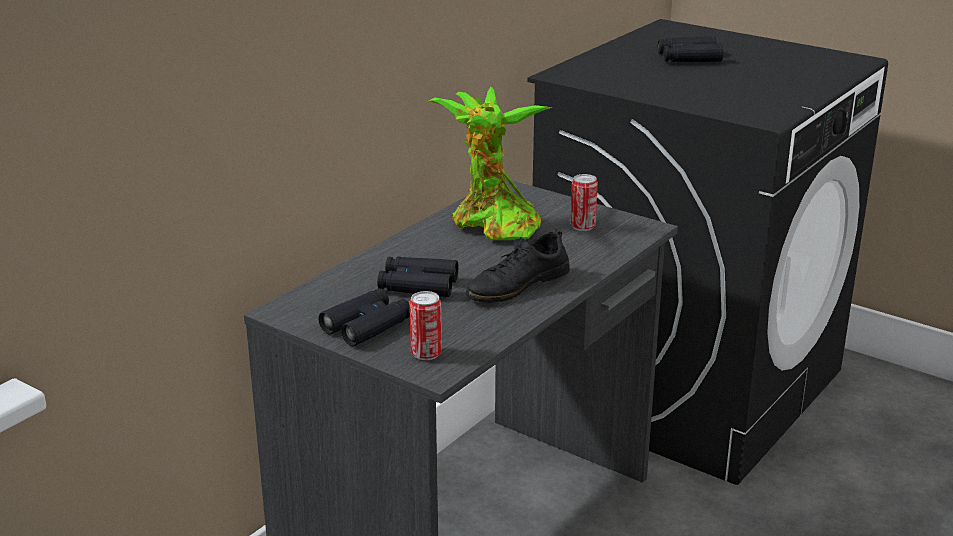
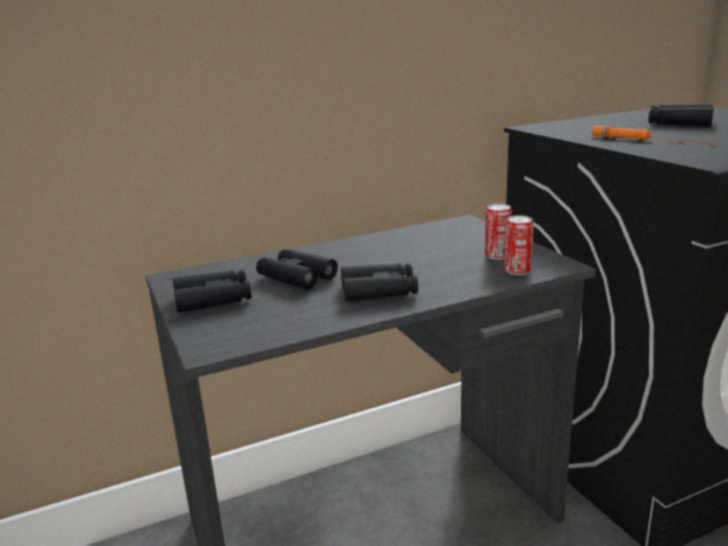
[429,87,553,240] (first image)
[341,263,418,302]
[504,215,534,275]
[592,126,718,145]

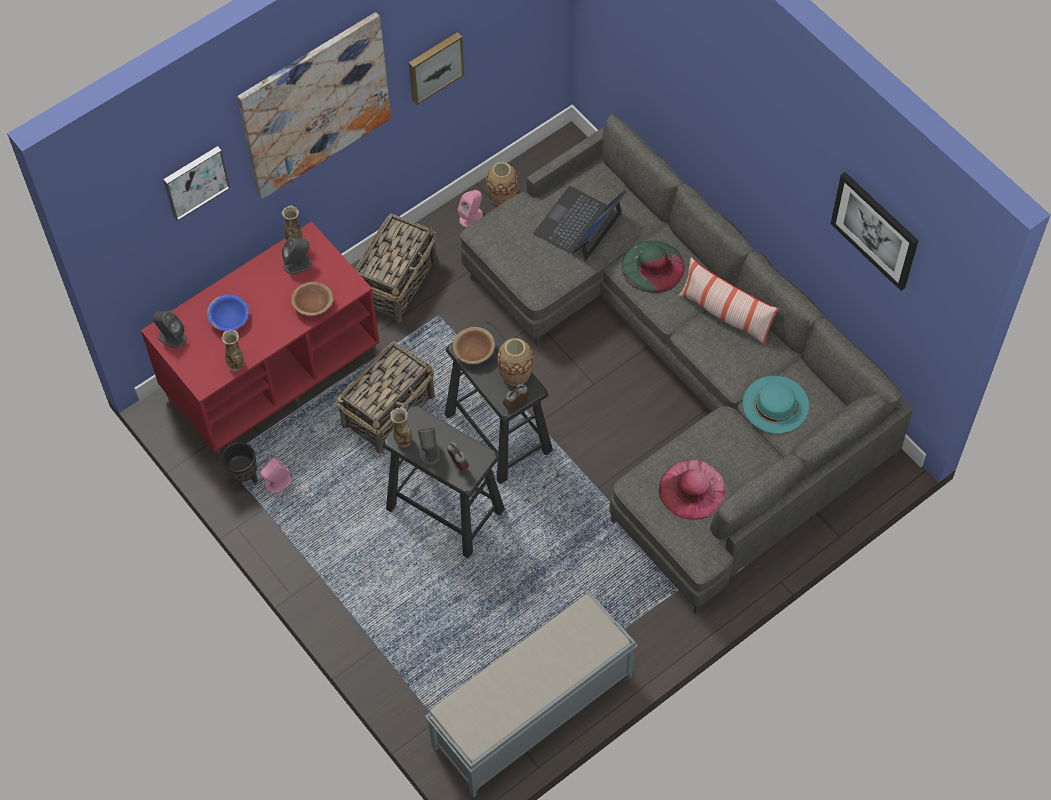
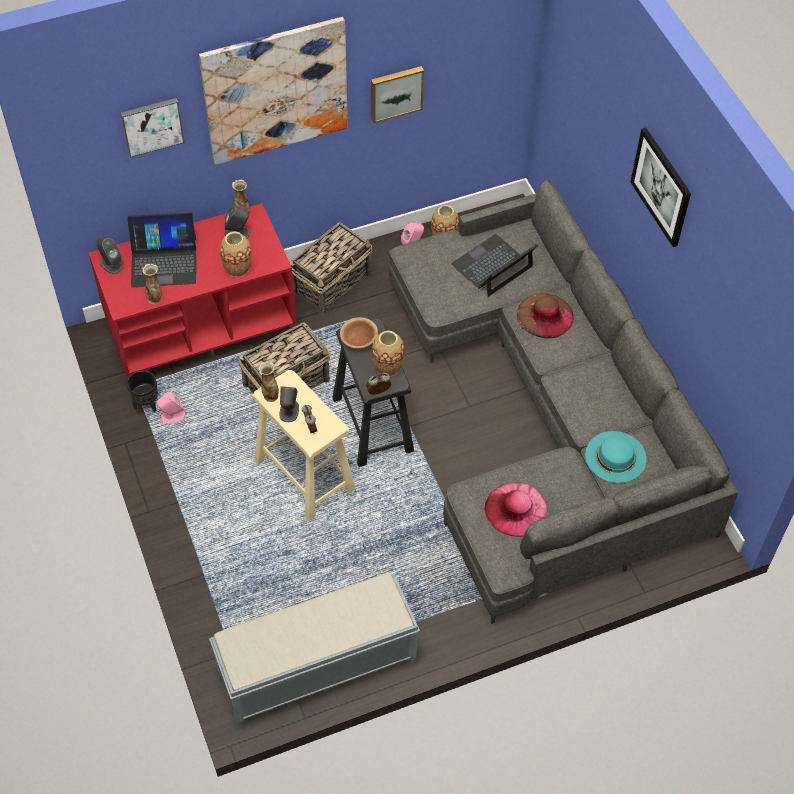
[630,128,691,247]
[517,293,574,339]
[679,257,779,346] (first image)
[220,231,252,277]
[127,213,197,287]
[252,370,355,521]

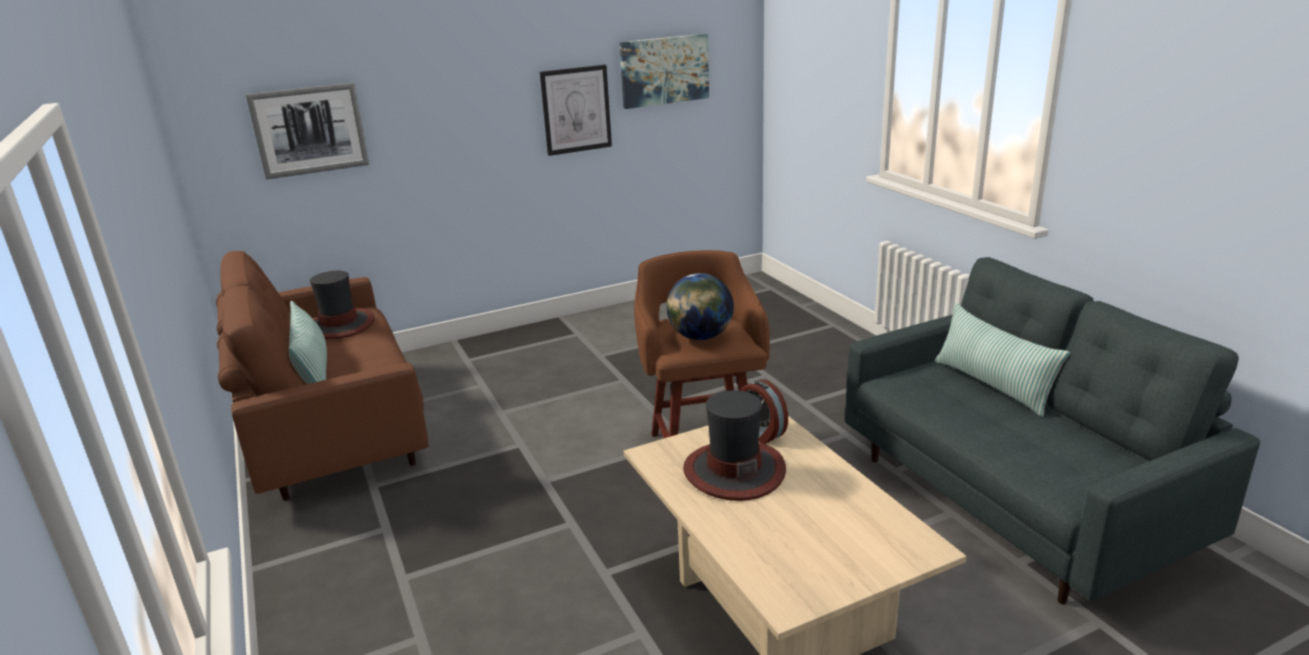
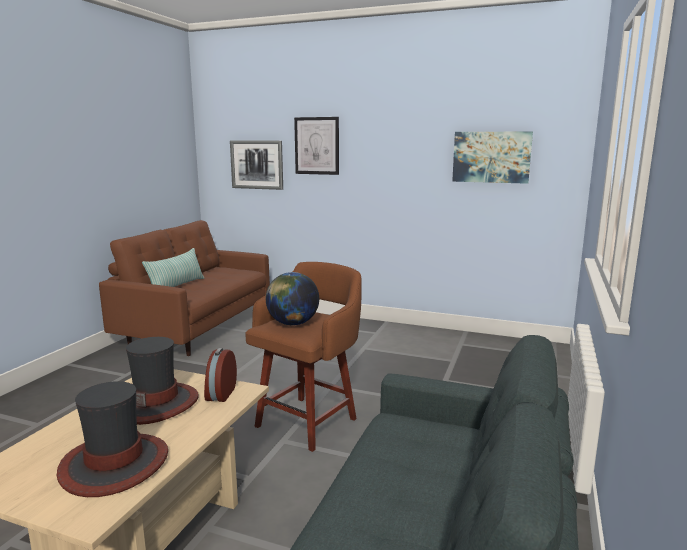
[294,117,339,175]
[57,381,168,497]
[935,303,1070,417] (first image)

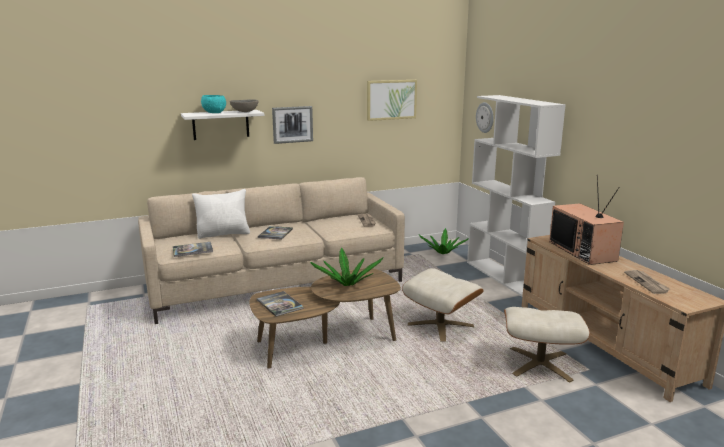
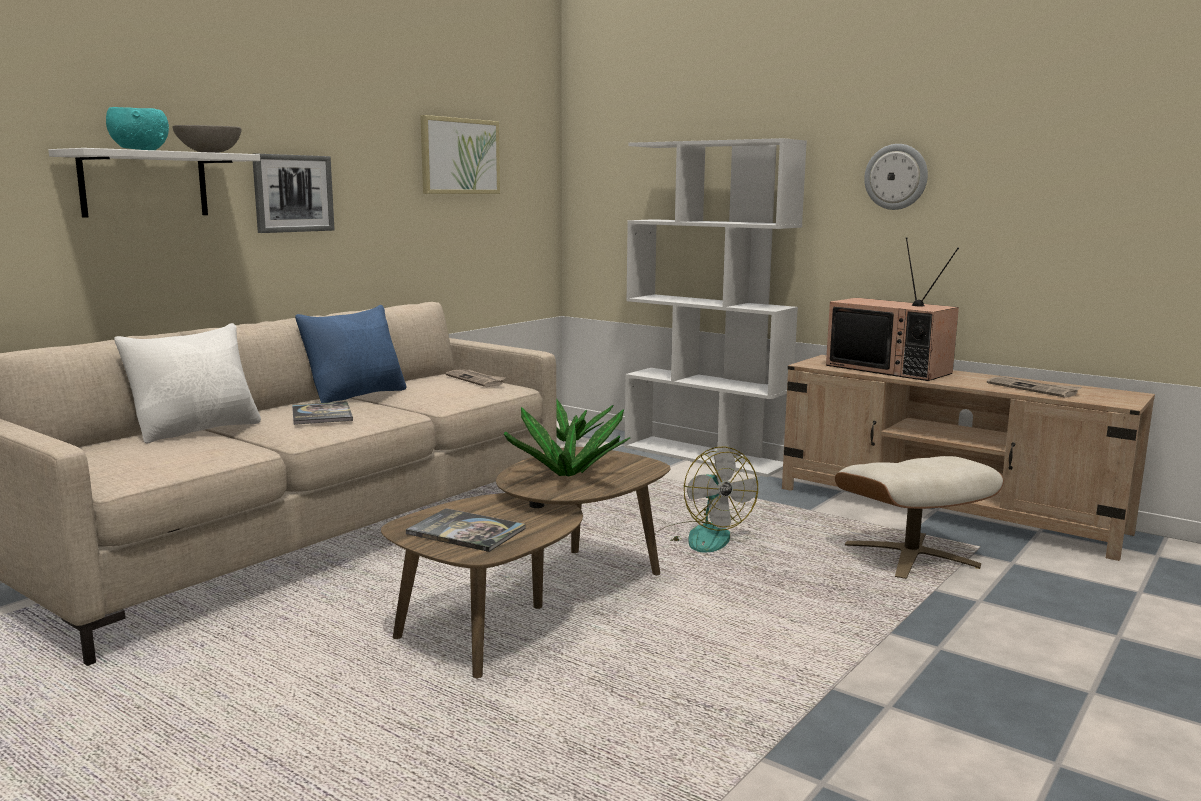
[864,144,928,210]
[173,242,213,257] (first image)
[656,446,758,553]
[295,305,406,403]

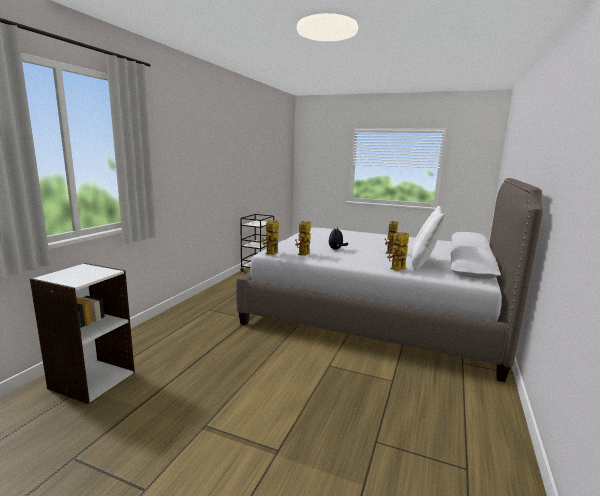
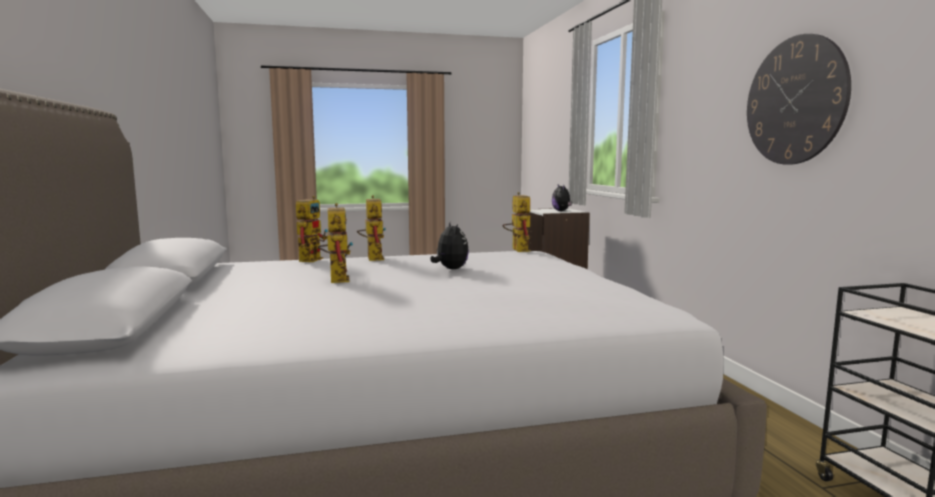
[411,206,446,271] (first image)
[357,195,386,261]
[747,34,851,165]
[552,185,572,211]

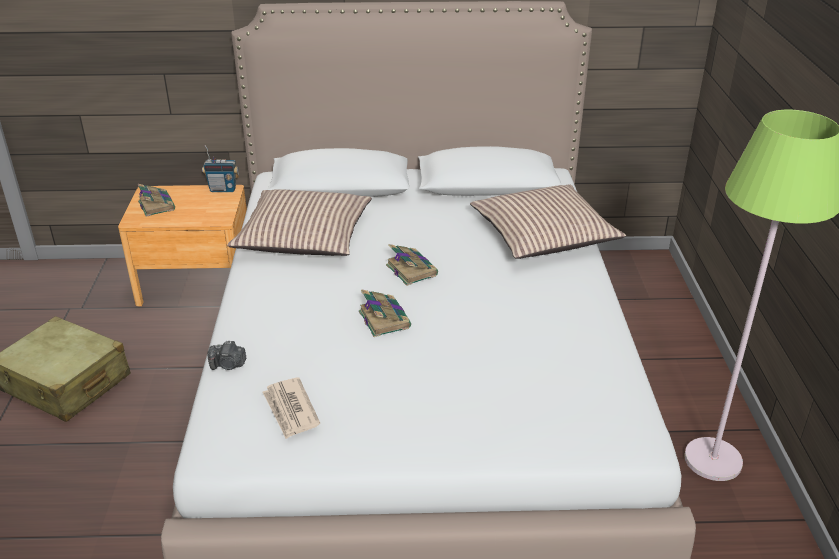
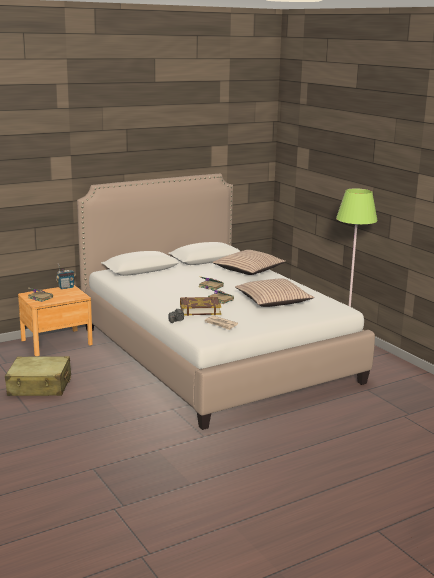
[235,278,314,307]
[180,297,221,316]

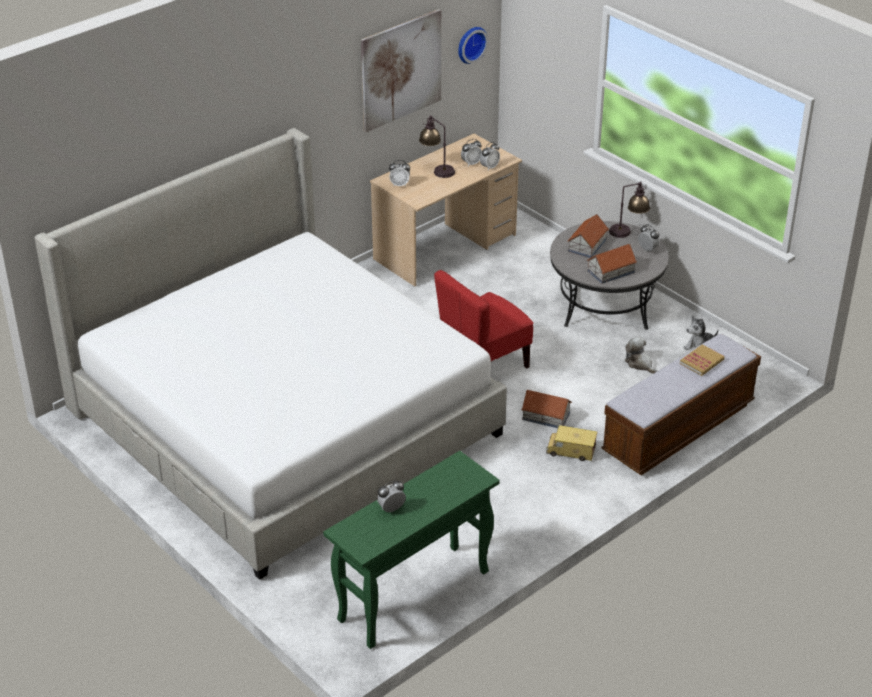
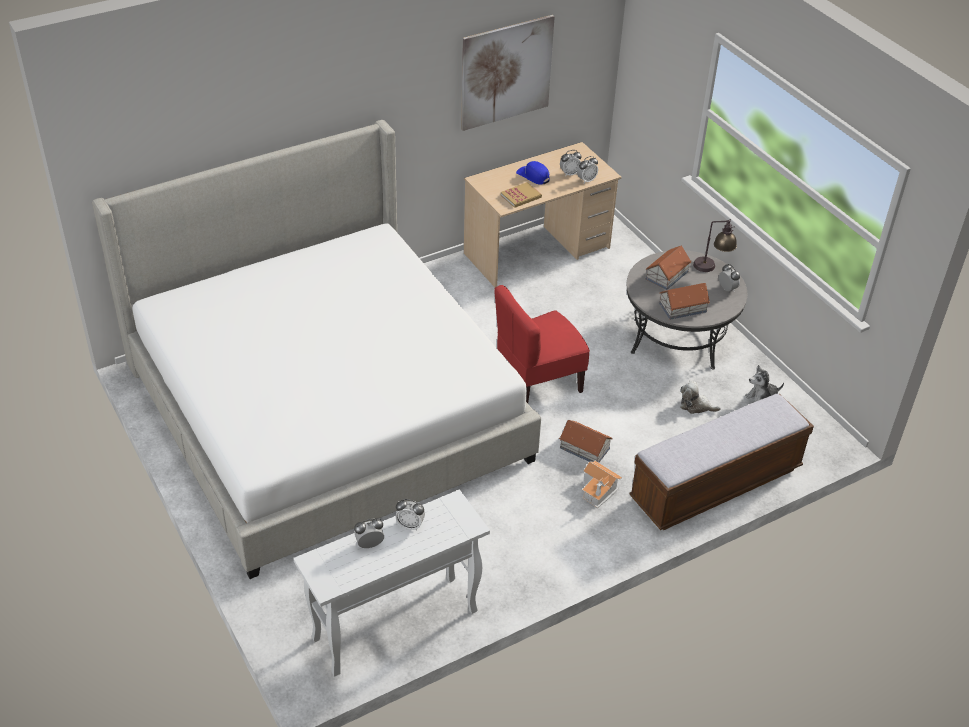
[458,27,488,64] (first image)
[516,161,550,184]
[396,499,425,531]
[680,381,721,414]
[501,182,542,208]
[581,461,622,508]
[293,489,490,677]

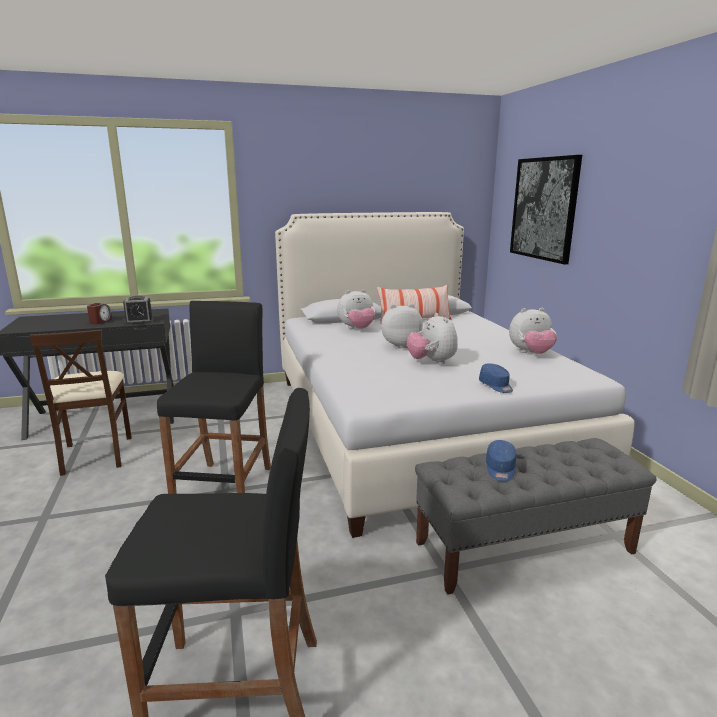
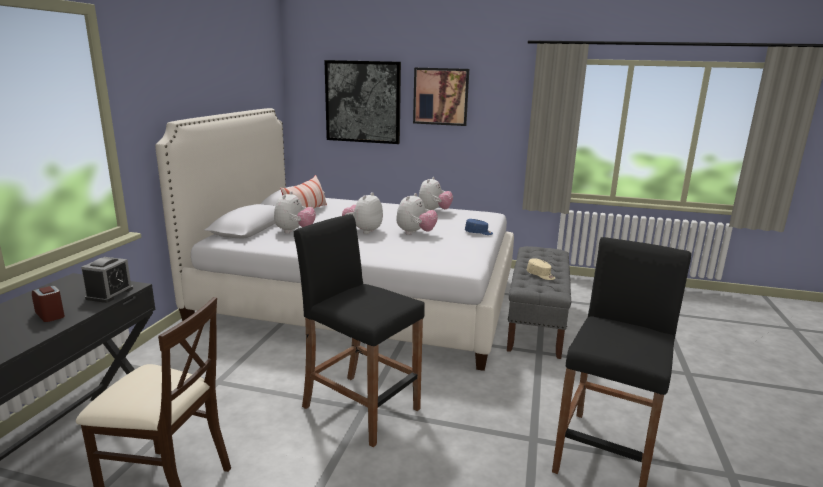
[396,193,438,235]
[527,258,555,280]
[413,68,469,126]

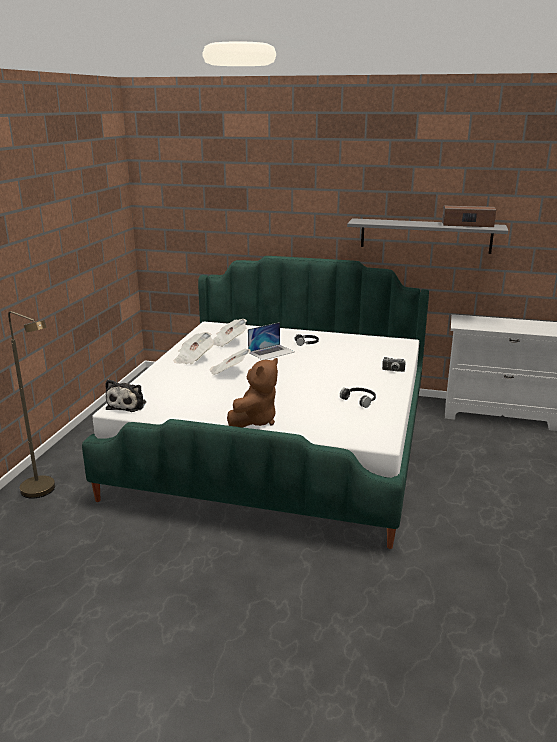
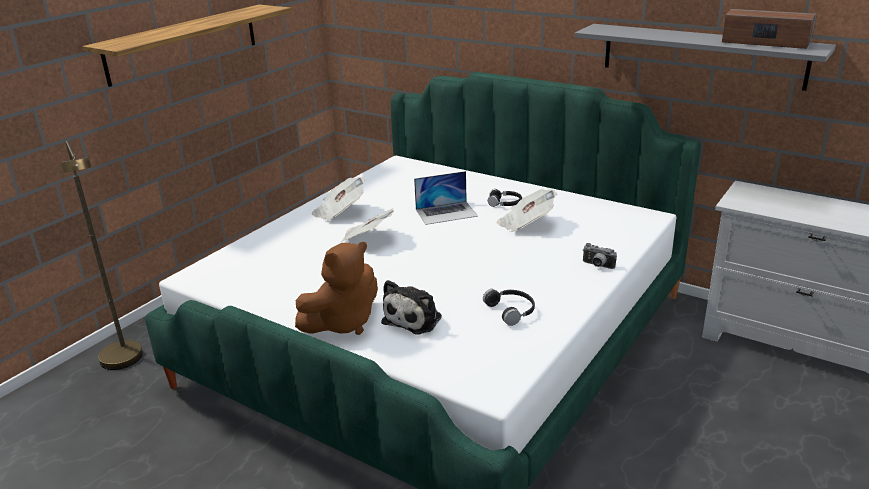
[497,189,557,232]
[381,280,442,335]
[83,5,292,87]

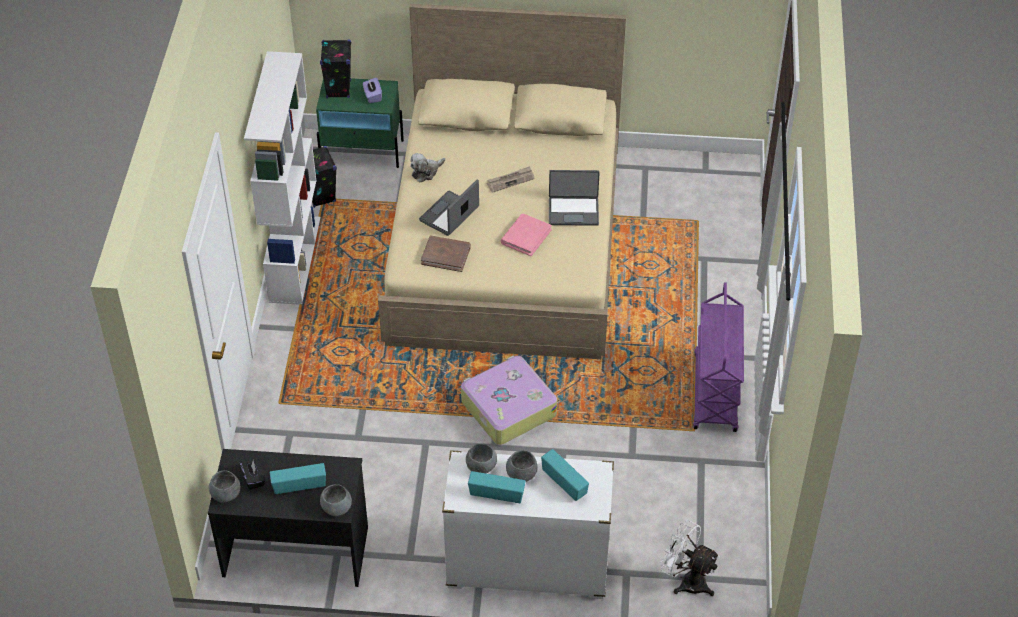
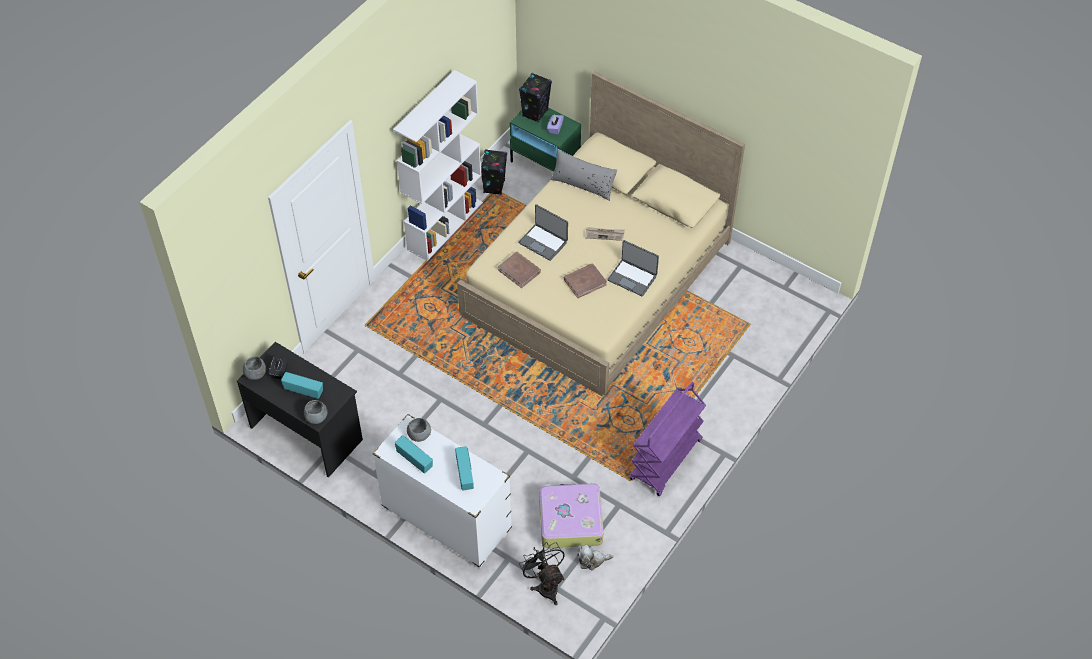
[577,545,614,571]
[518,204,568,261]
[563,263,607,298]
[539,482,604,548]
[506,450,538,482] (first image)
[519,542,565,605]
[551,149,617,201]

